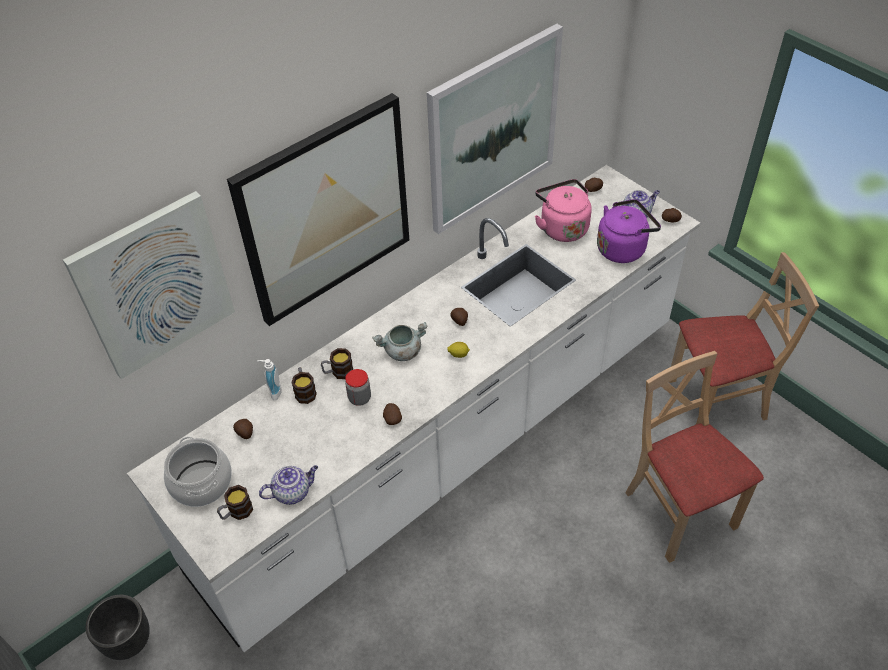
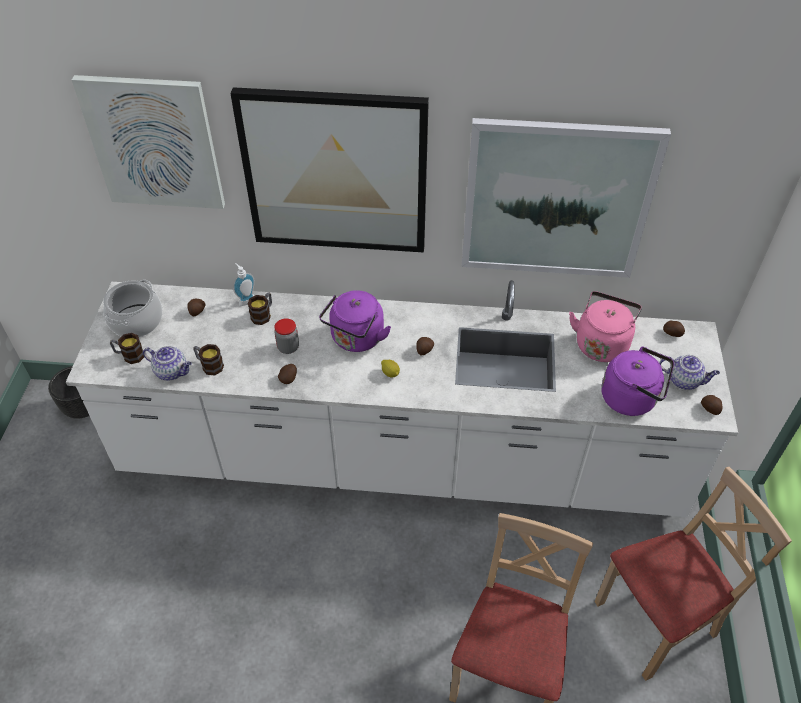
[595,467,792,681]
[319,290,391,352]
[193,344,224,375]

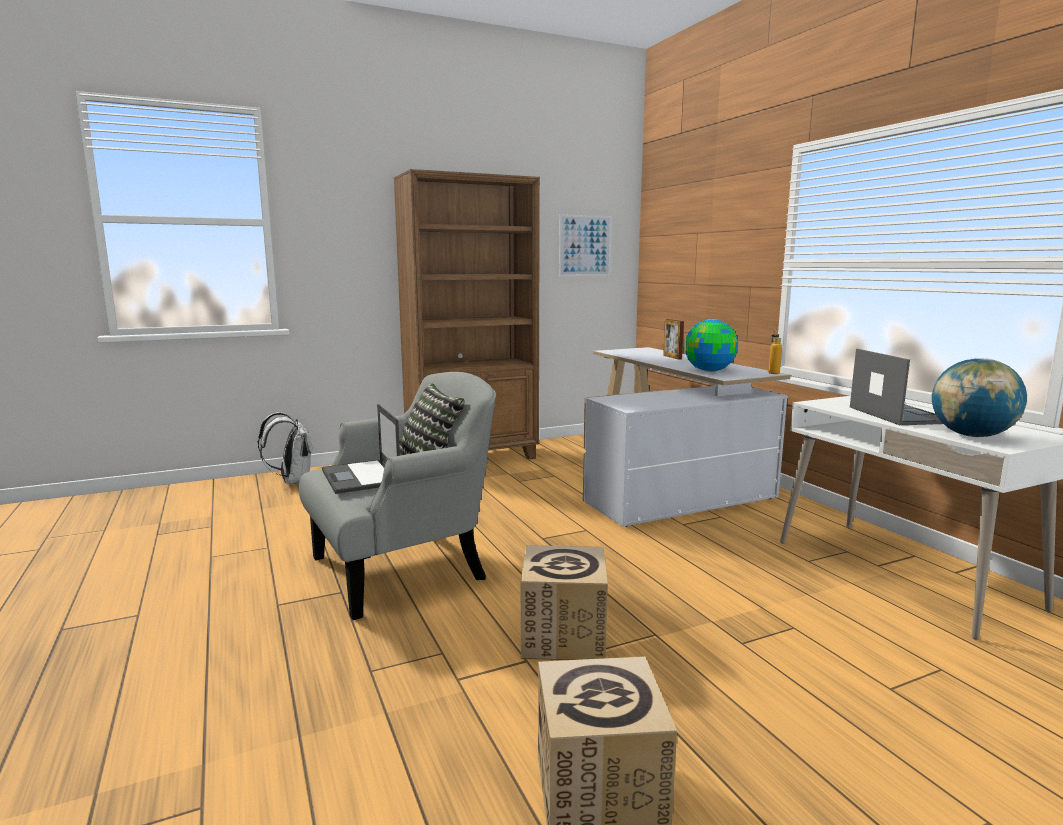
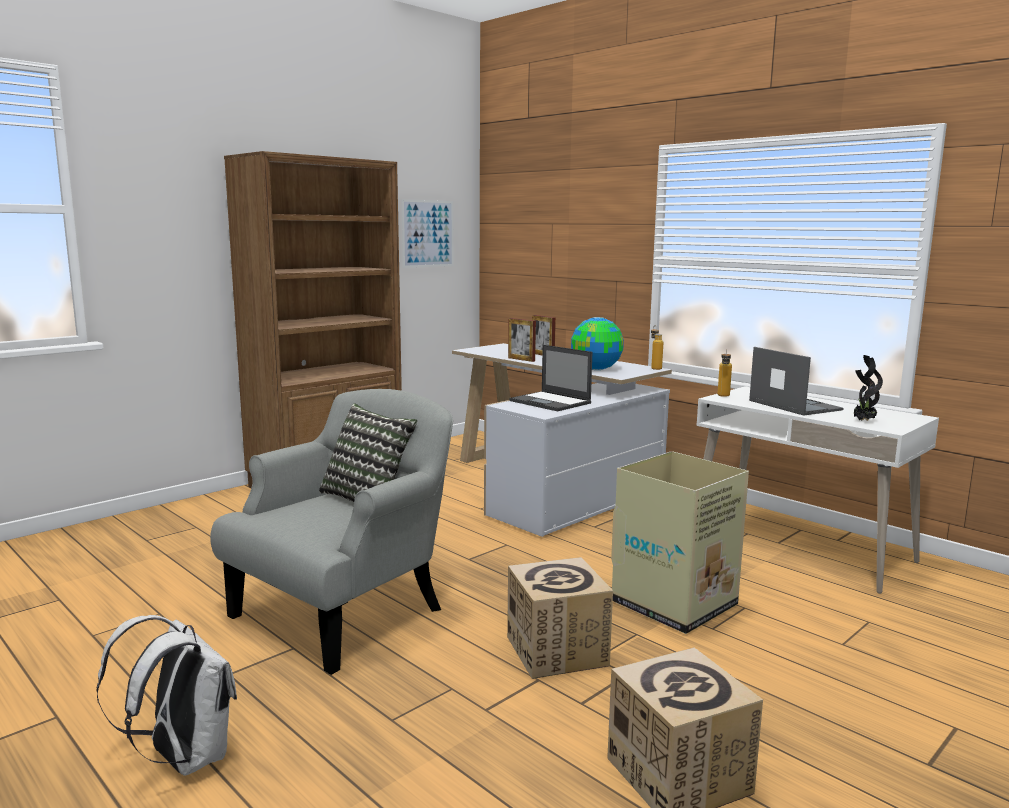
[853,355,883,421]
[509,345,592,411]
[96,615,237,776]
[508,318,536,362]
[718,349,732,397]
[611,451,749,634]

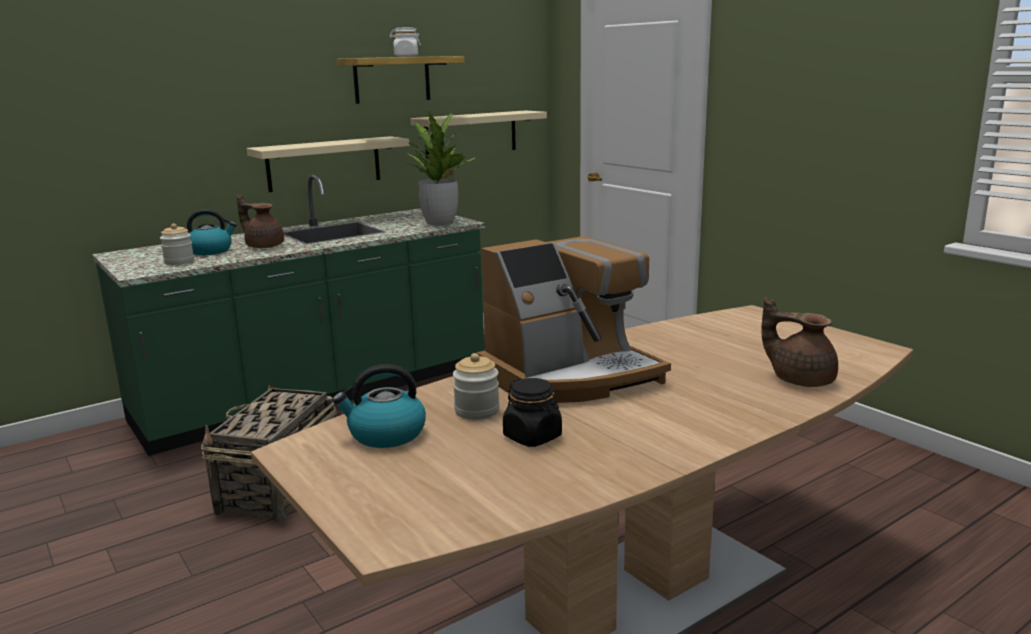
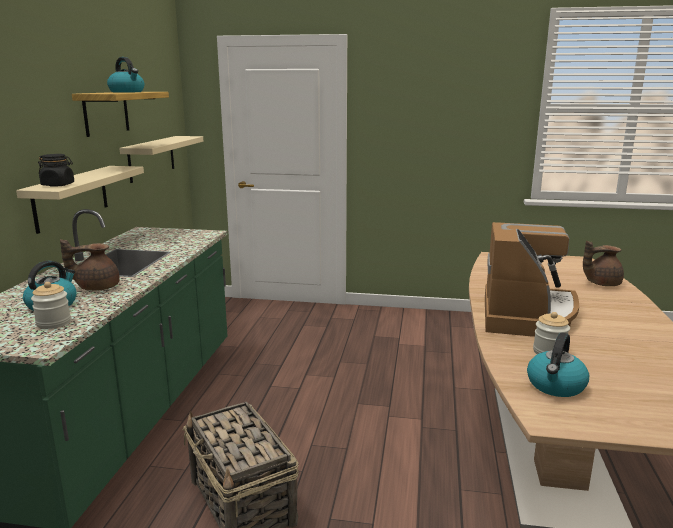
[107,57,144,92]
[405,110,475,226] (first image)
[38,154,74,187]

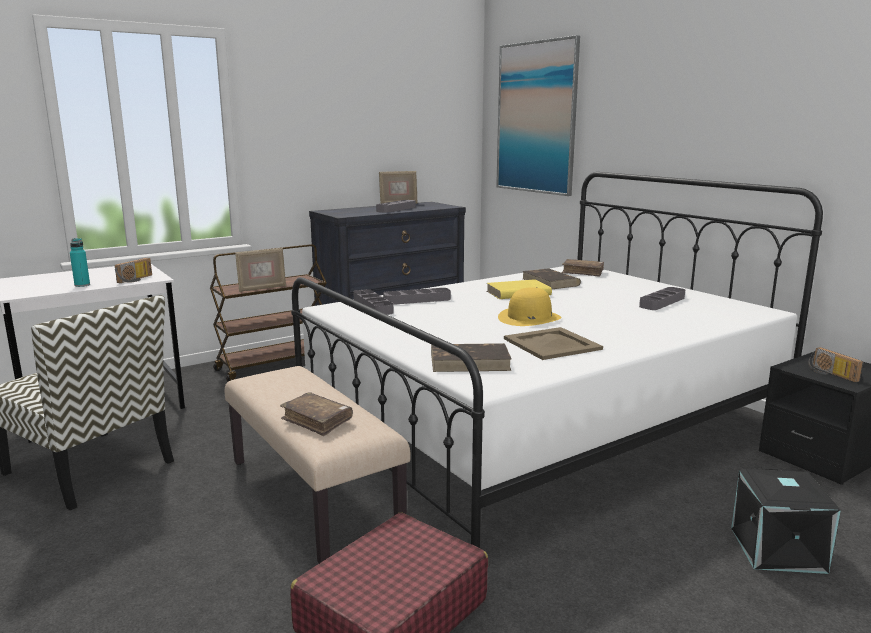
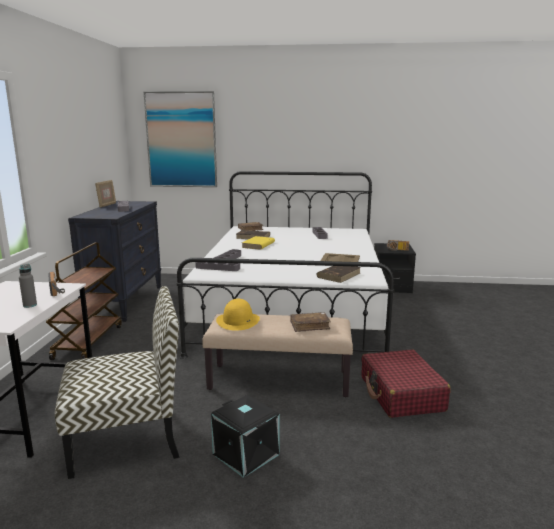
[19,264,37,308]
[235,248,286,292] (first image)
[216,299,260,331]
[211,395,279,478]

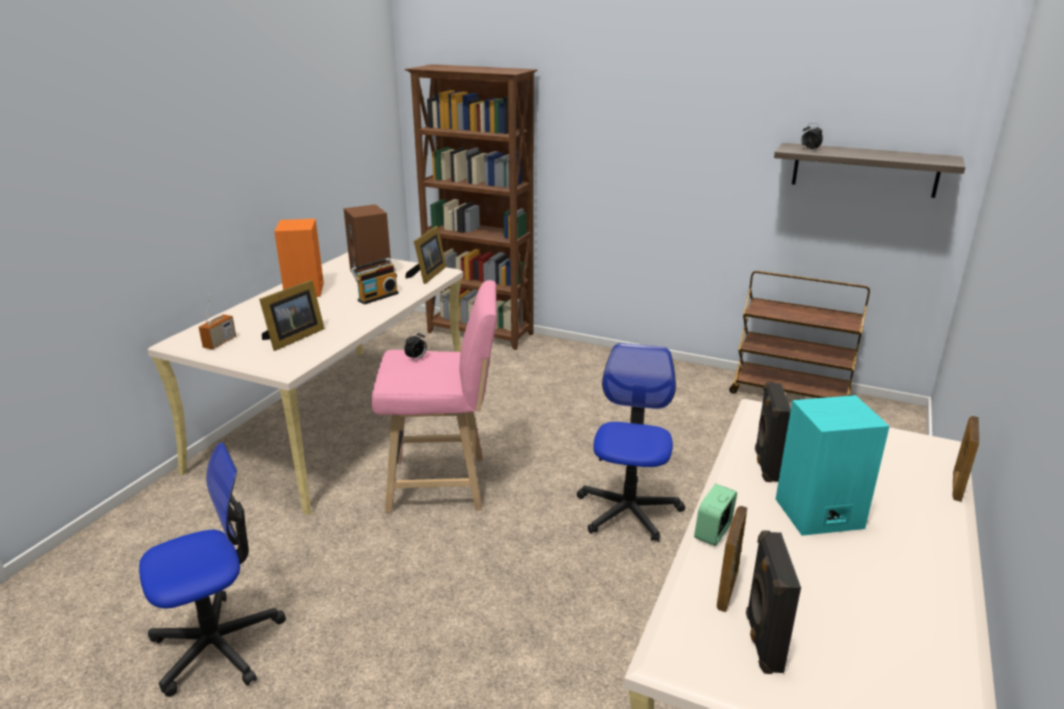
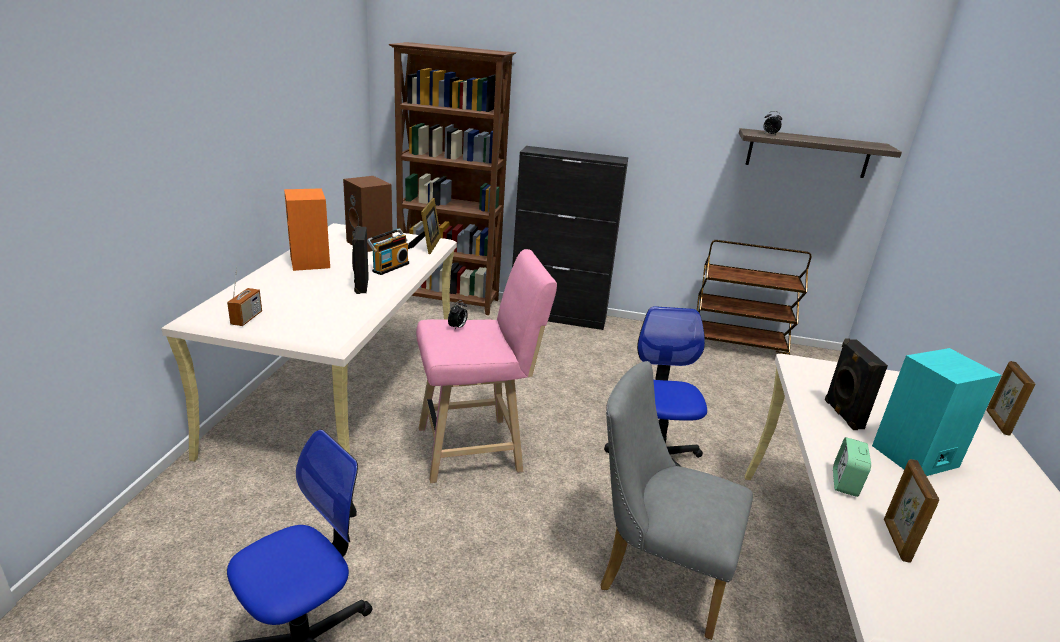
[259,280,325,351] (first image)
[352,226,369,294]
[512,146,629,330]
[601,361,753,640]

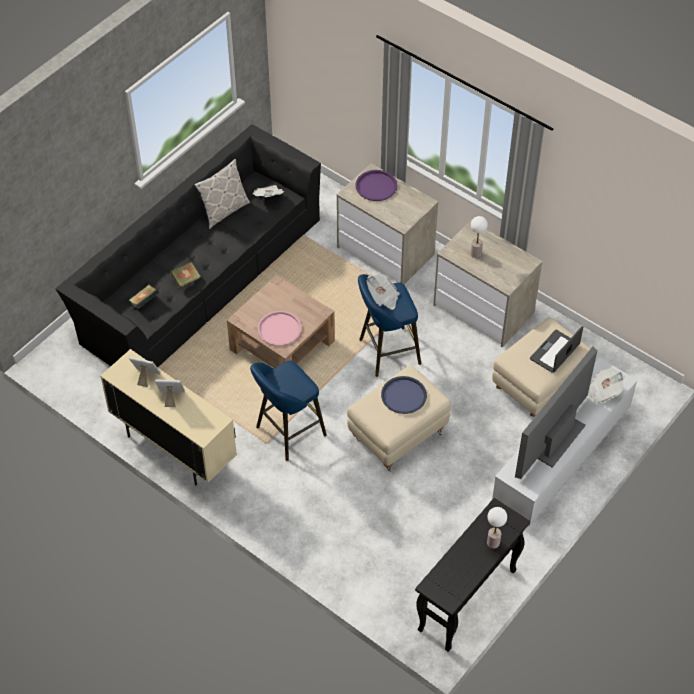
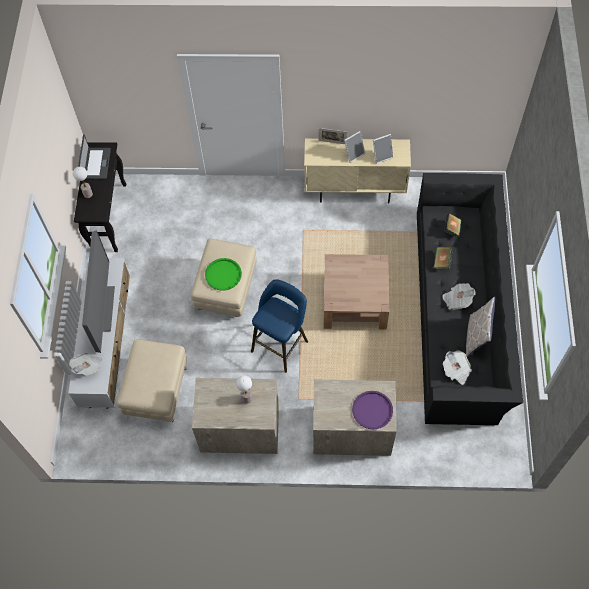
[442,283,476,310]
[258,311,302,346] (first image)
[78,135,111,179]
[250,360,327,461] (first image)
[205,258,242,291]
[319,128,347,144]

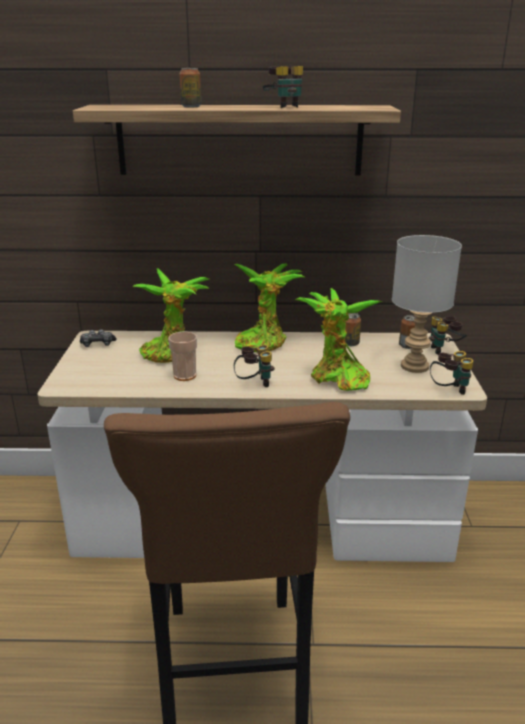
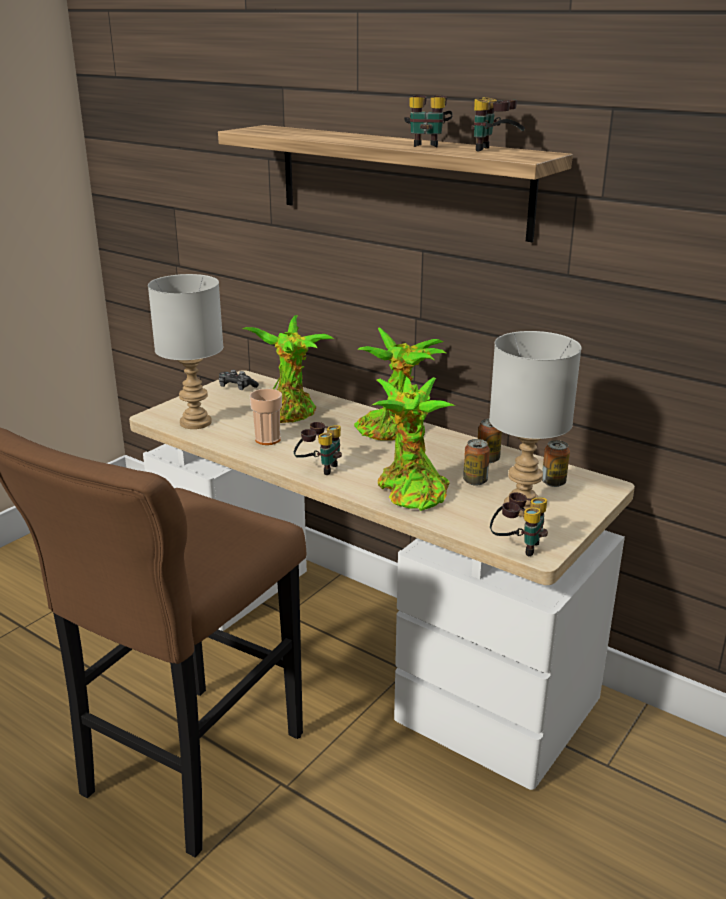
[463,439,490,486]
[471,97,525,152]
[148,274,223,429]

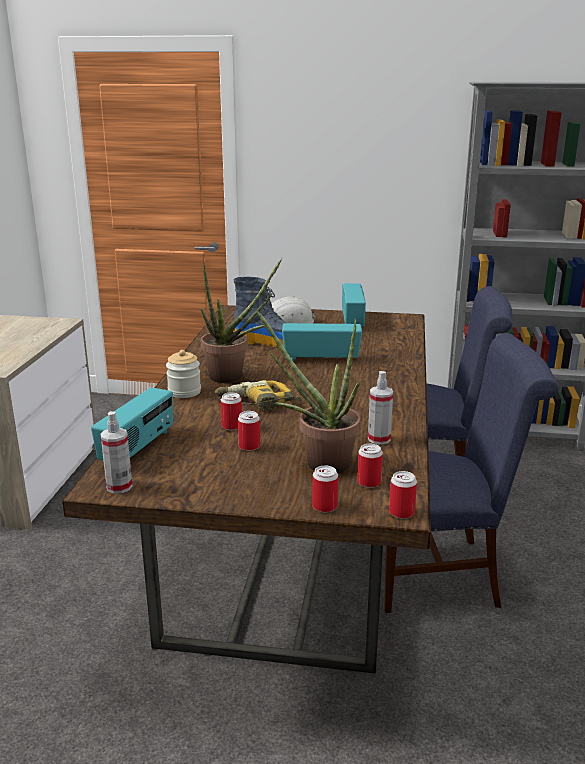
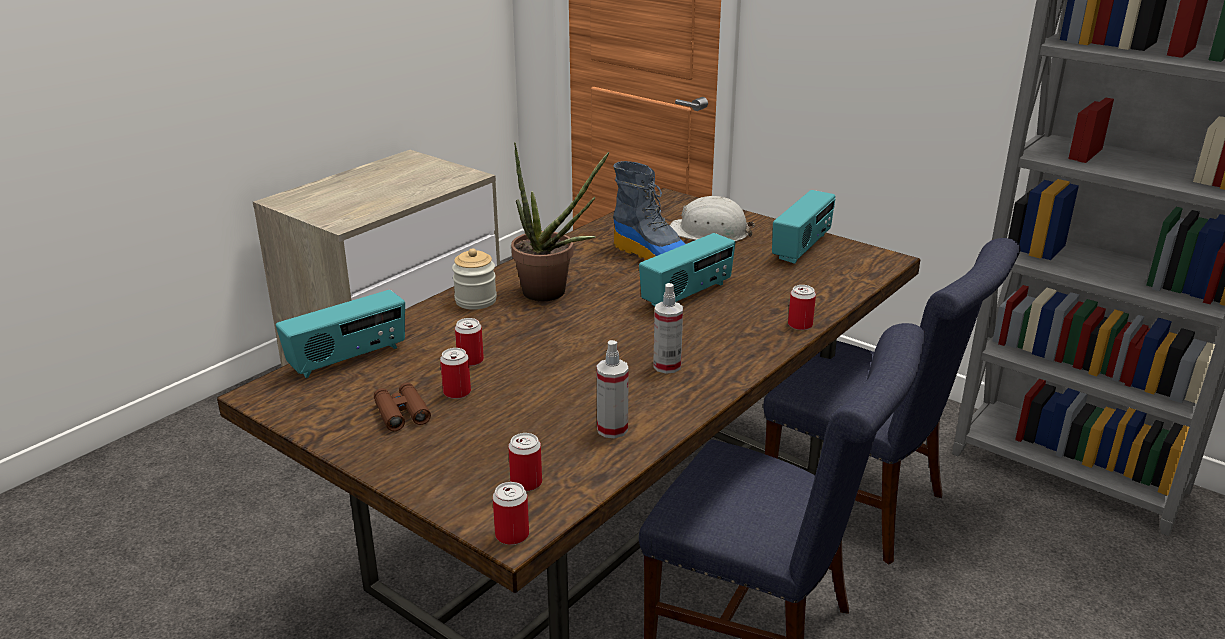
[256,310,361,474] (first image)
[639,233,735,306]
[215,380,302,411] (first image)
[653,283,683,374]
[788,285,816,330]
[374,383,431,431]

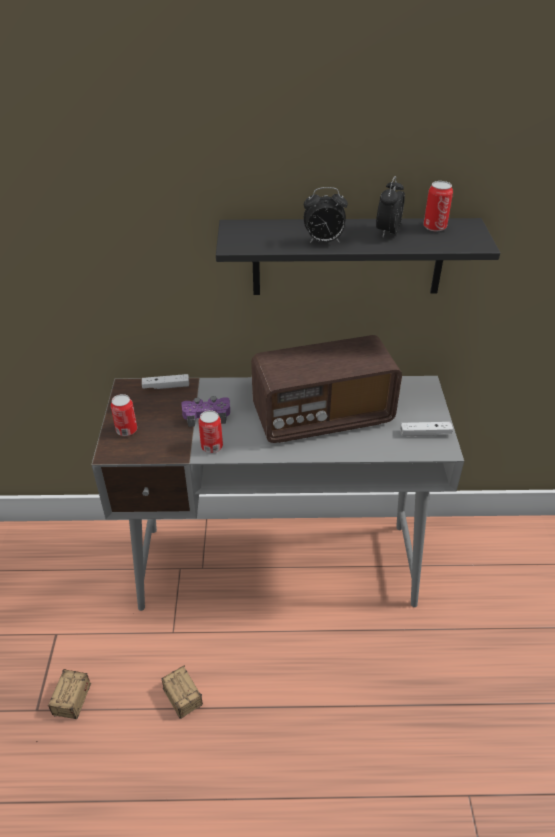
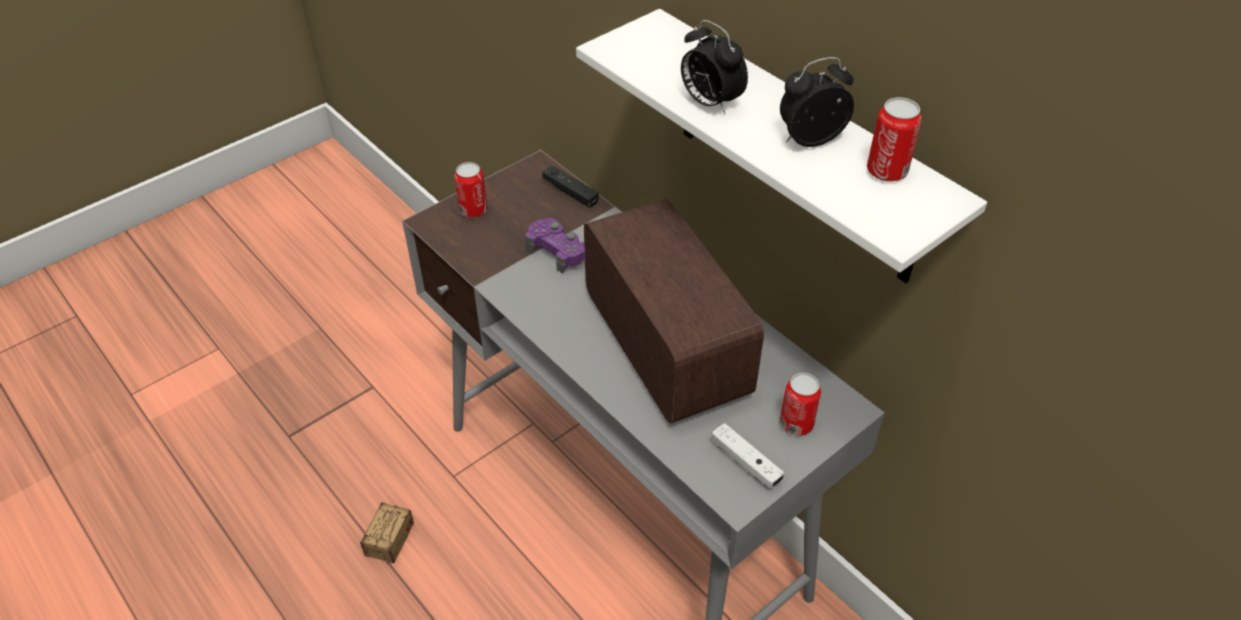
[576,9,987,283]
[584,199,764,423]
[543,165,599,208]
[780,373,821,436]
[37,669,91,742] (first image)

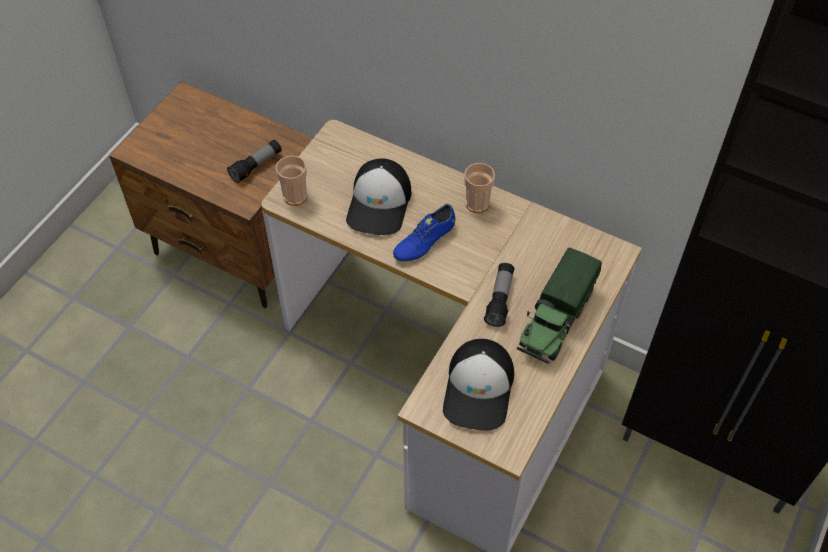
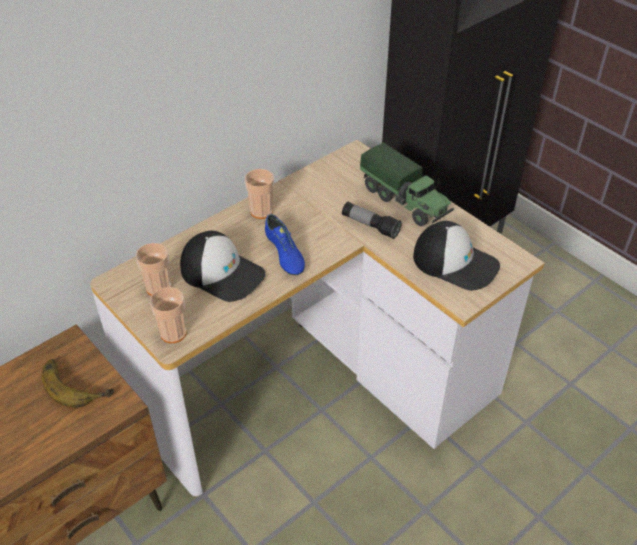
[42,359,114,407]
[136,243,171,296]

